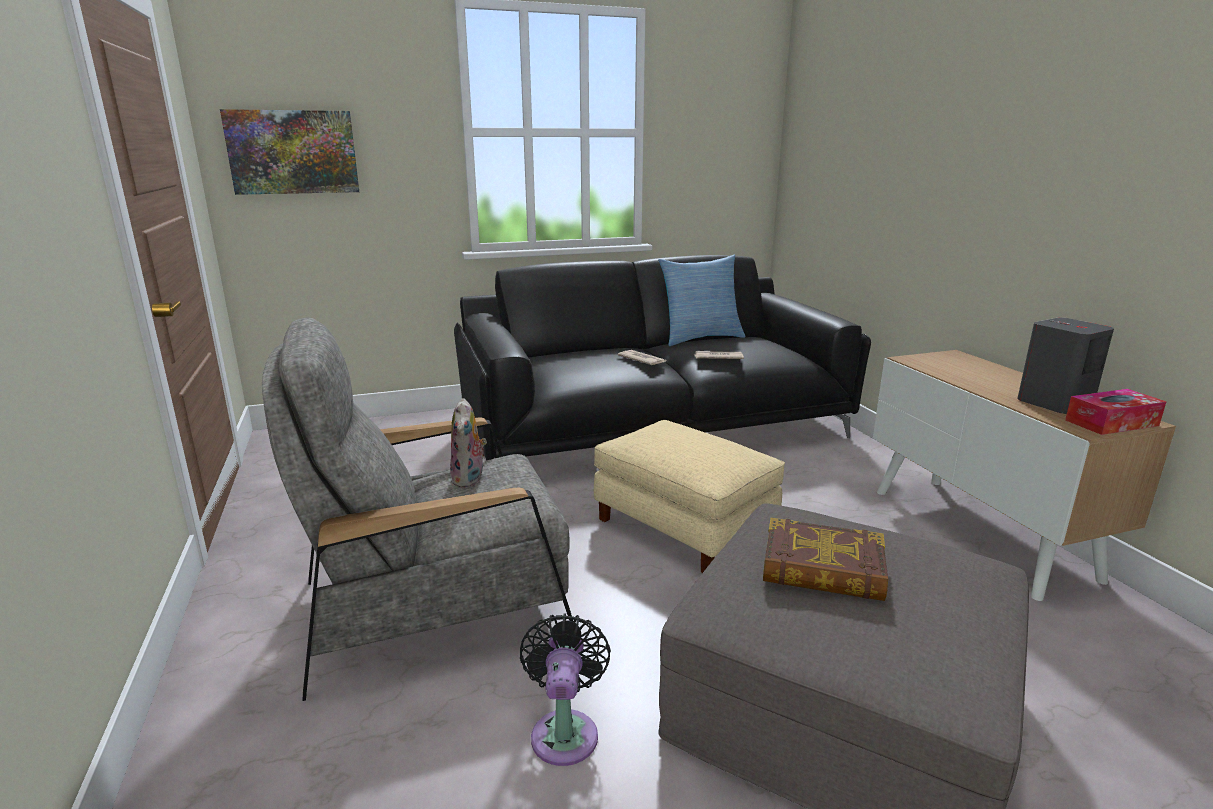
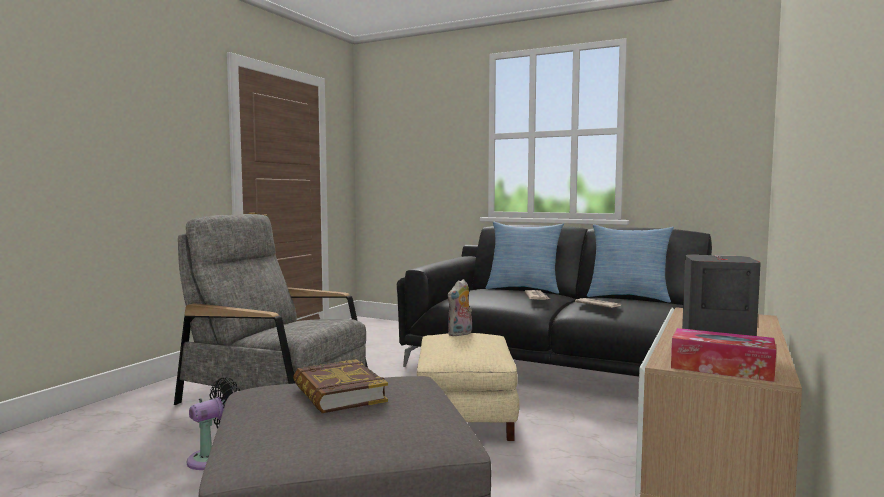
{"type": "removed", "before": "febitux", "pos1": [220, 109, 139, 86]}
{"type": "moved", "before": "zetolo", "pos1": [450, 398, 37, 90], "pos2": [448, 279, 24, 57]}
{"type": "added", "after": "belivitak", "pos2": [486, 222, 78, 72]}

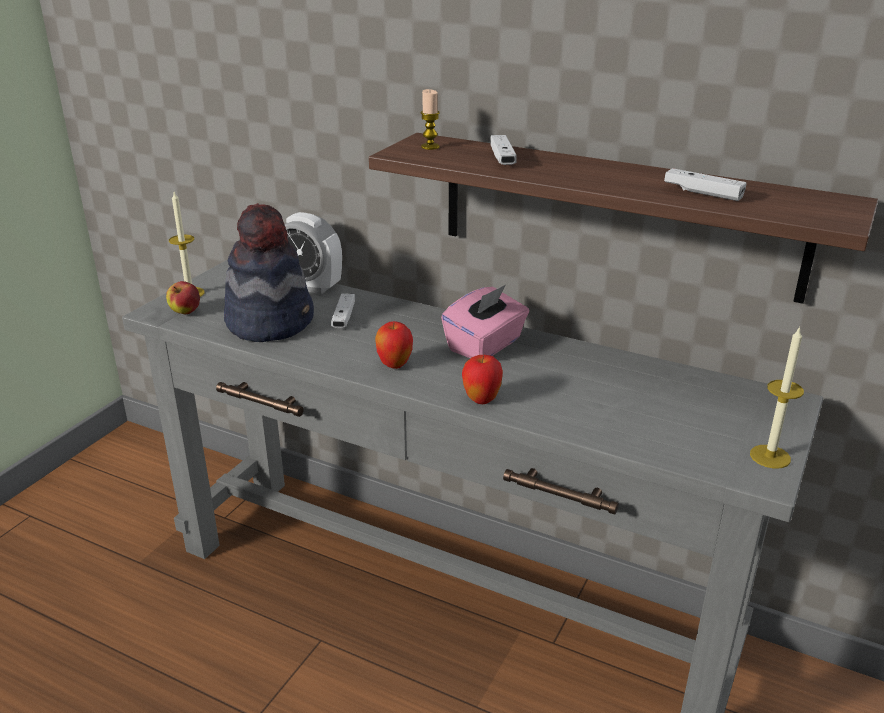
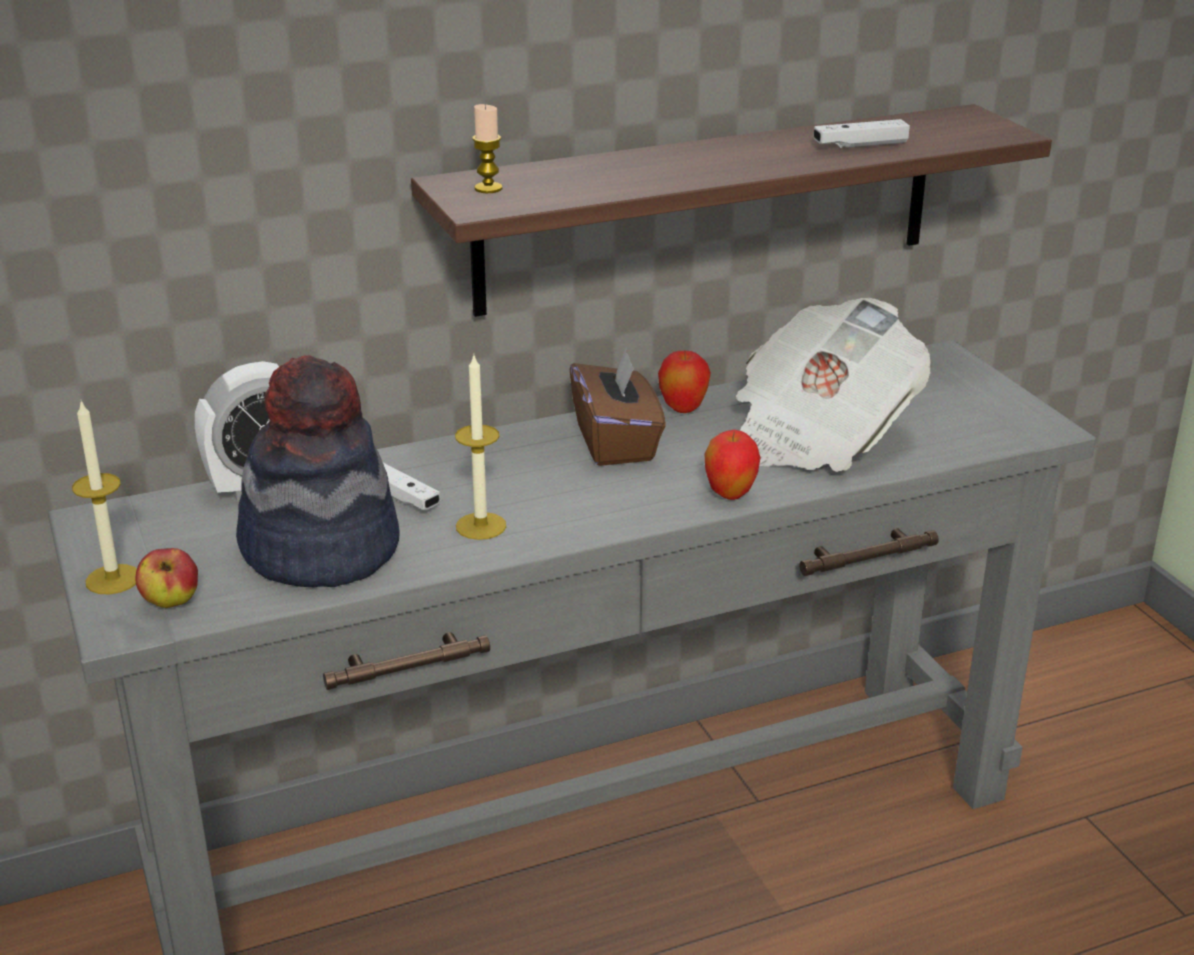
{"type": "moved", "before": "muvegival", "pos1": [375, 321, 38, 48], "pos2": [658, 351, 53, 62]}
{"type": "recoloured", "before": "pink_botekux", "after": "brown_botekux", "pos1": [441, 285, 88, 73], "pos2": [570, 349, 96, 117]}
{"type": "removed", "before": "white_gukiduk", "pos1": [490, 135, 26, 30]}
{"type": "moved", "before": "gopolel", "pos1": [750, 326, 54, 143], "pos2": [455, 356, 51, 184]}
{"type": "added", "after": "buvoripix", "pos2": [736, 298, 195, 174]}

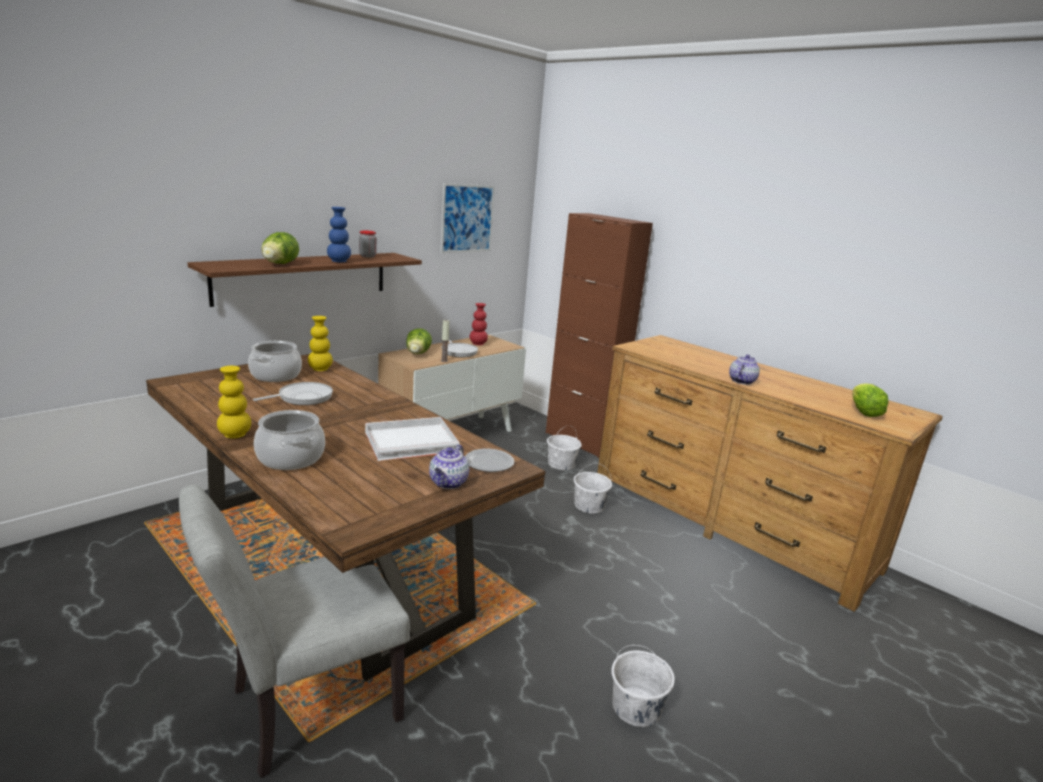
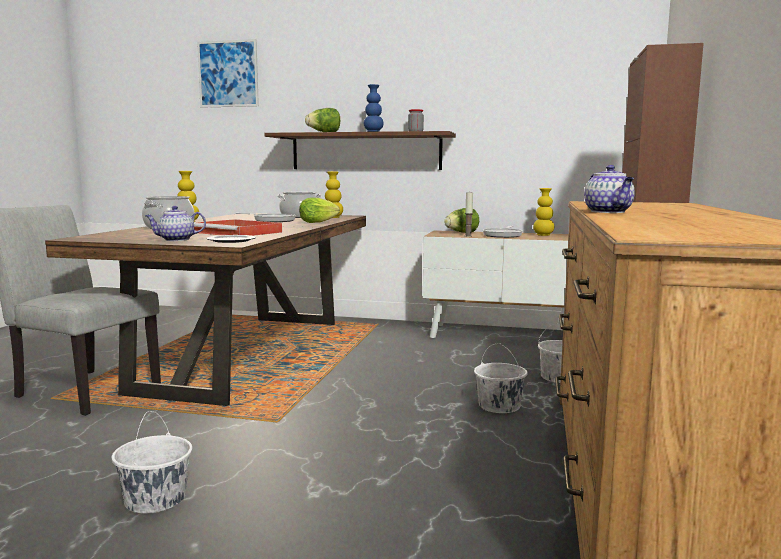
{"type": "recoloured", "before": "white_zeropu", "after": "red_zeropu", "pos1": [365, 417, 95, 44], "pos2": [194, 219, 88, 17]}
{"type": "moved", "before": "febitux", "pos1": [440, 183, 55, 70], "pos2": [197, 39, 62, 69]}
{"type": "recoloured", "before": "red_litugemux", "after": "yellow_litugemux", "pos1": [470, 303, 18, 42], "pos2": [533, 188, 21, 48]}
{"type": "turned", "before": "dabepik", "pos1": [729, 355, 31, 30], "pos2": [584, 165, 51, 48], "turn": 75}
{"type": "moved", "before": "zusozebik", "pos1": [852, 383, 36, 34], "pos2": [299, 197, 41, 26]}

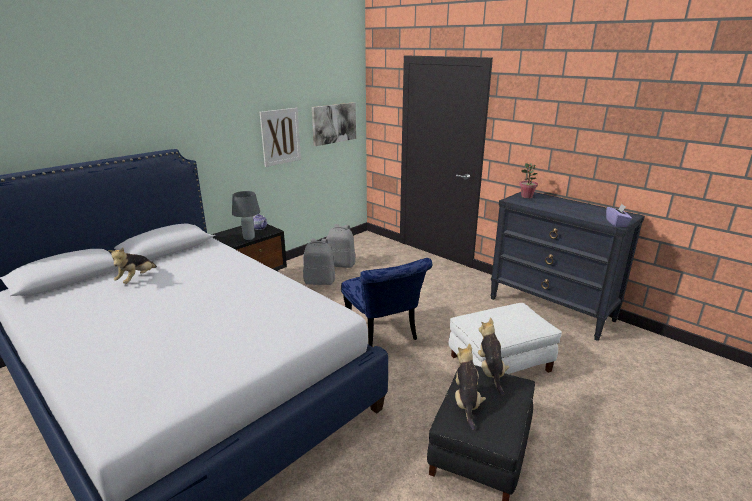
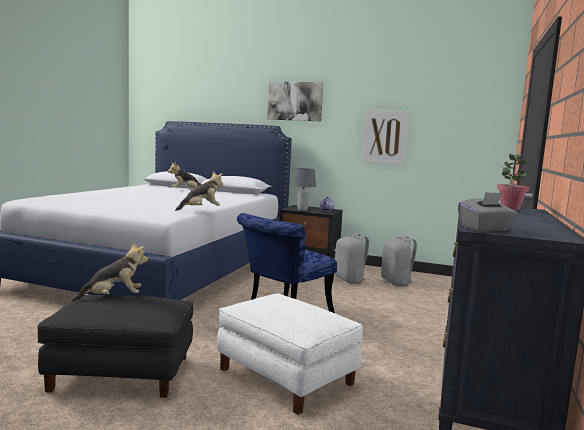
{"type": "moved", "before": "febitux", "pos1": [312, 102, 44, 44], "pos2": [267, 82, 57, 40]}
{"type": "moved", "before": "zetolo", "pos1": [478, 318, 32, 77], "pos2": [175, 171, 48, 40]}
{"type": "recoloured", "before": "purple_botekux", "after": "grey_botekux", "pos1": [606, 204, 26, 23], "pos2": [460, 192, 57, 40]}

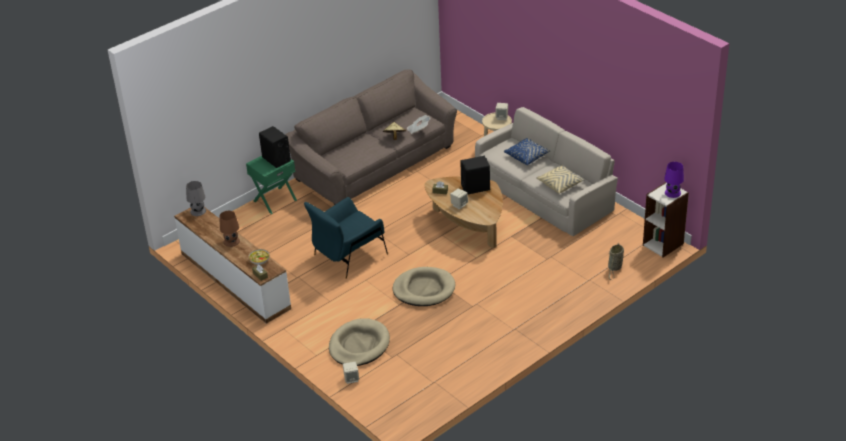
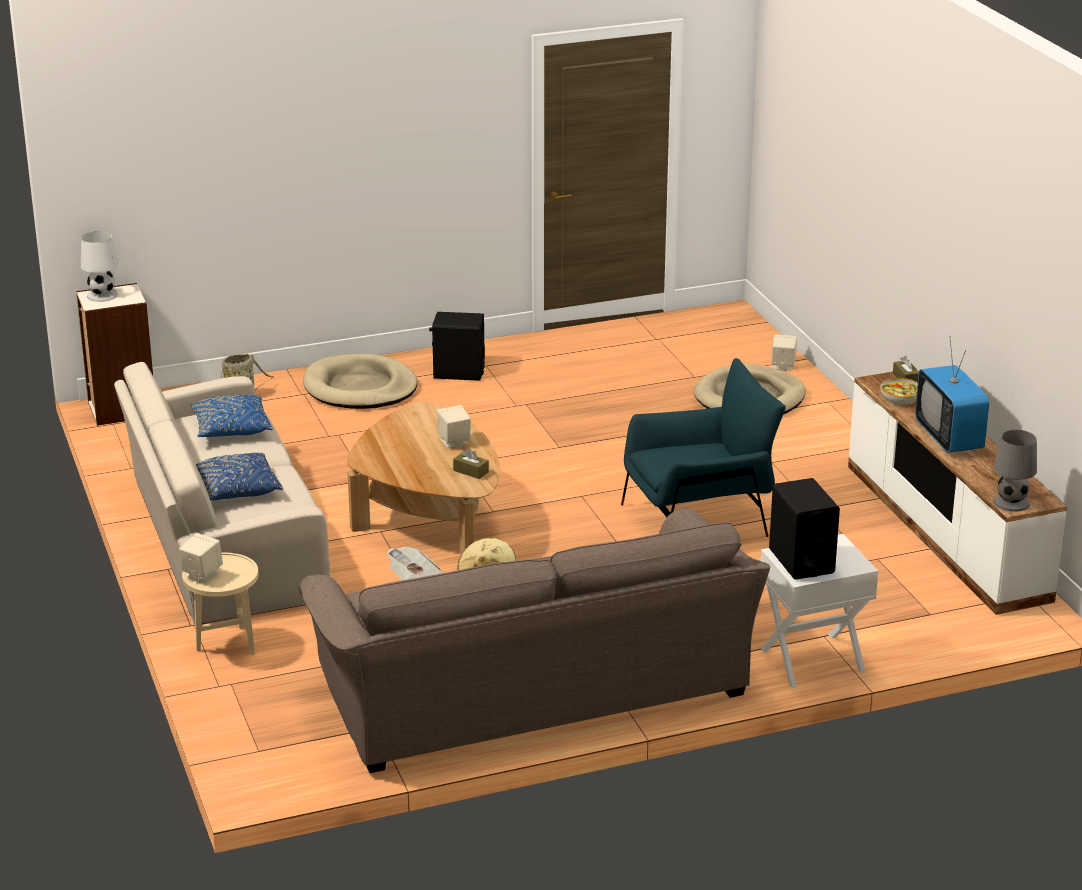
{"type": "replaced", "before": "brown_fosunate", "after": "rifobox", "pos1": [219, 211, 21, 36], "pos2": [915, 336, 74, 117]}
{"type": "recoloured", "before": "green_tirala", "after": "white_tirala", "pos1": [246, 156, 51, 58], "pos2": [761, 534, 117, 154]}
{"type": "moved", "before": "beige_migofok", "pos1": [393, 267, 63, 39], "pos2": [303, 354, 115, 55]}
{"type": "moved", "before": "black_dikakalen", "pos1": [460, 156, 30, 38], "pos2": [429, 312, 56, 69]}
{"type": "recoloured", "before": "beige_belivitak", "after": "blue_belivitak", "pos1": [536, 165, 49, 29], "pos2": [190, 395, 83, 42]}
{"type": "recoloured", "before": "purple_fosunate", "after": "white_fosunate", "pos1": [664, 162, 20, 36], "pos2": [81, 231, 37, 71]}

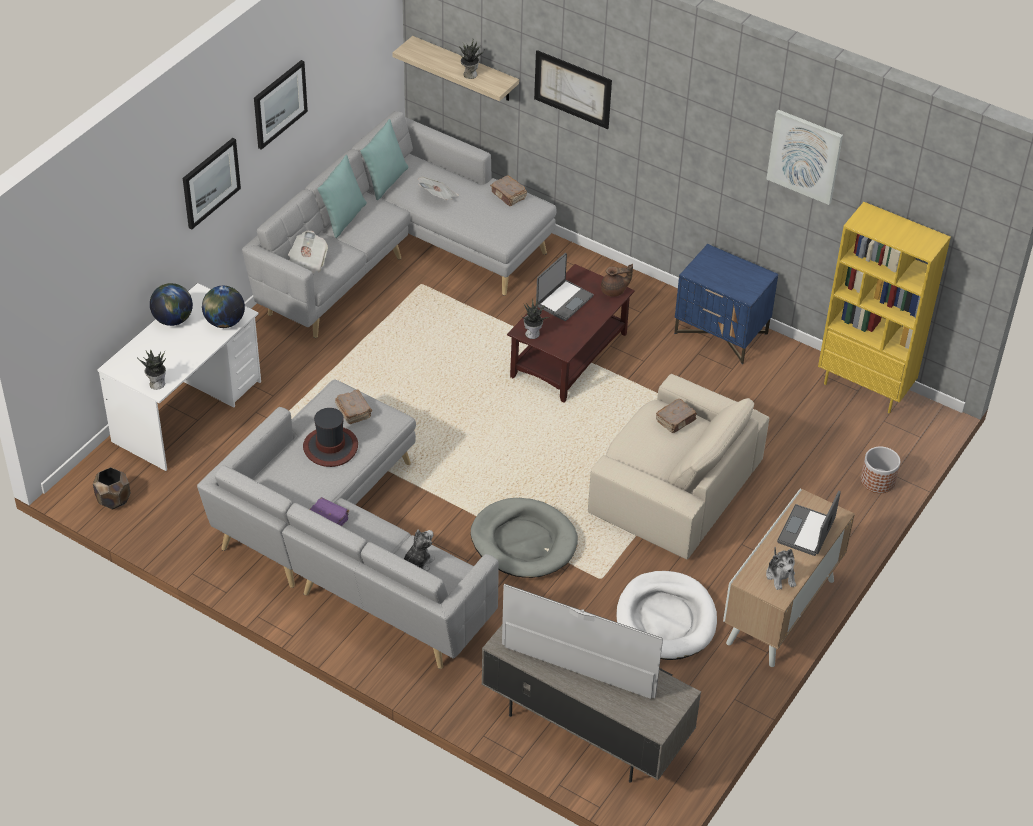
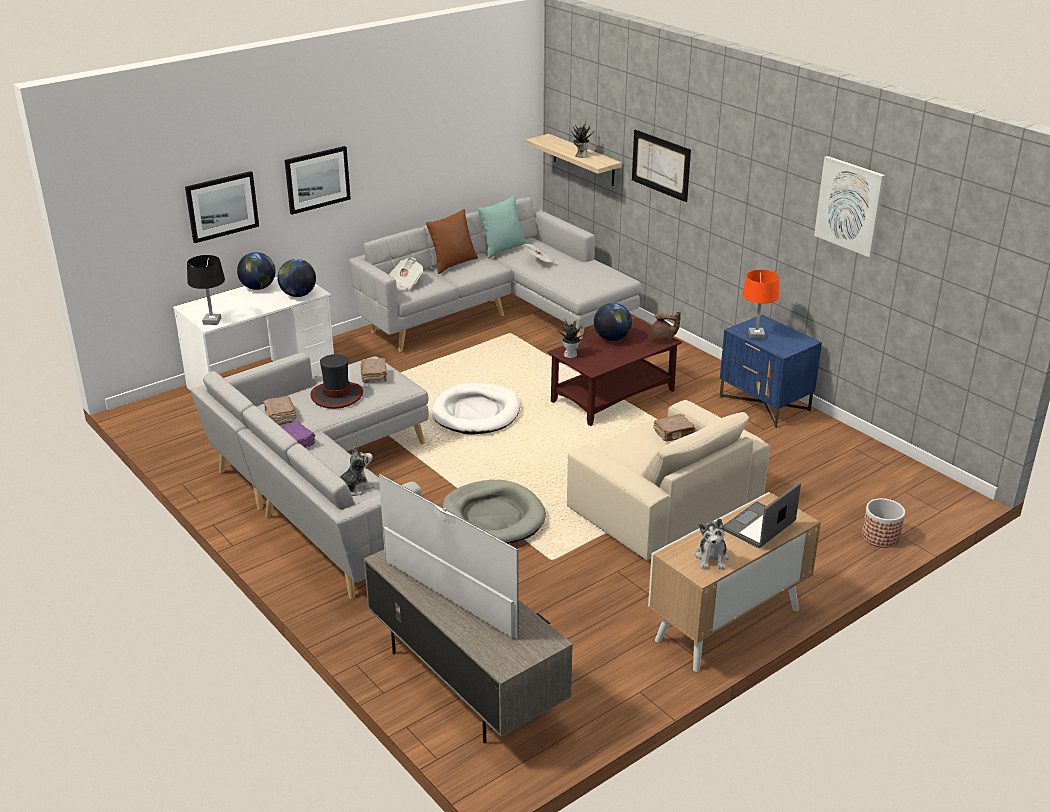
{"type": "removed", "before": "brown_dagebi", "pos1": [93, 467, 38, 43]}
{"type": "replaced", "before": "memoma", "after": "black_fosunate", "pos1": [138, 349, 28, 41], "pos2": [187, 255, 38, 70]}
{"type": "moved", "before": "febitux", "pos1": [254, 60, 54, 90], "pos2": [185, 171, 74, 72]}
{"type": "recoloured", "before": "turquoise_belivitak", "after": "brown_belivitak", "pos1": [318, 155, 49, 83], "pos2": [426, 209, 52, 65]}
{"type": "moved", "before": "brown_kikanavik", "pos1": [490, 175, 37, 31], "pos2": [263, 396, 34, 29]}
{"type": "replaced", "before": "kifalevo", "after": "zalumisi", "pos1": [536, 253, 58, 68], "pos2": [594, 303, 38, 38]}
{"type": "moved", "before": "white_migofok", "pos1": [616, 571, 101, 89], "pos2": [432, 383, 88, 52]}
{"type": "removed", "before": "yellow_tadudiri", "pos1": [818, 202, 133, 211]}
{"type": "added", "after": "orange_fosunate", "pos2": [742, 270, 37, 69]}

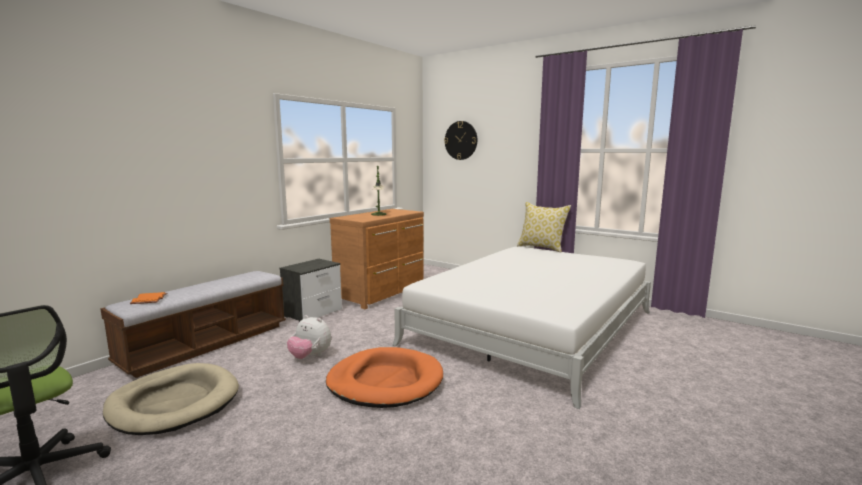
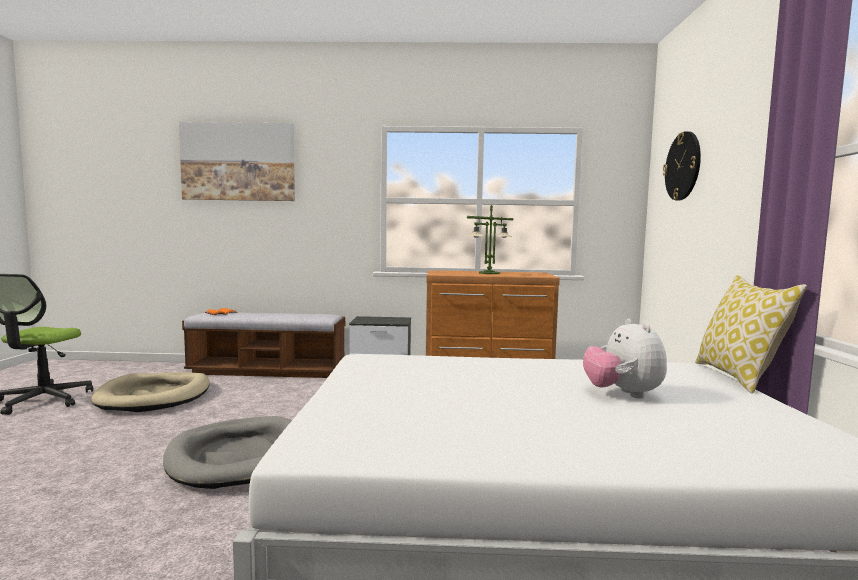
{"type": "moved", "before": "zetolo", "pos1": [287, 315, 44, 44], "pos2": [583, 319, 84, 79]}
{"type": "recoloured", "before": "orange_migofok", "after": "grey_migofok", "pos1": [326, 347, 117, 61], "pos2": [163, 416, 129, 73]}
{"type": "added", "after": "febitux", "pos2": [179, 122, 116, 79]}

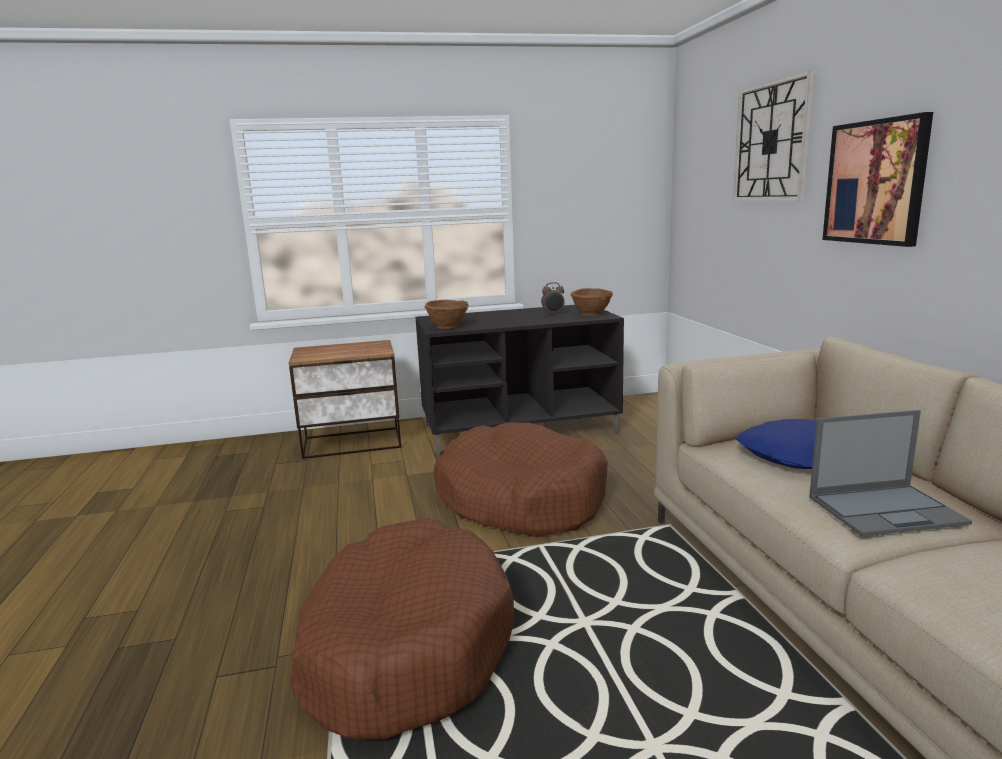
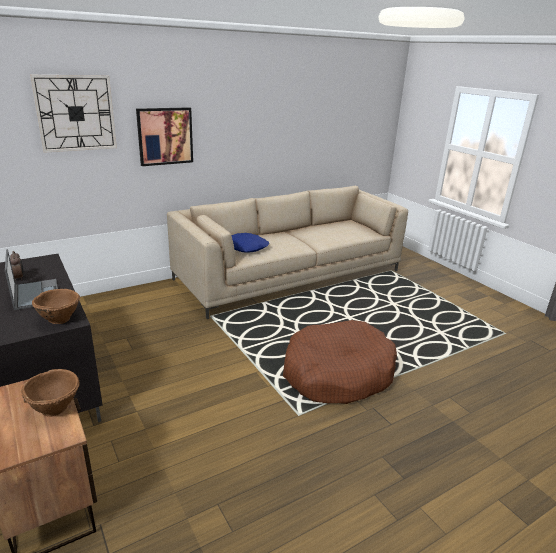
{"type": "removed", "before": "brown_migofok", "pos1": [434, 422, 174, 115]}
{"type": "moved", "before": "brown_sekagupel", "pos1": [571, 288, 42, 28], "pos2": [21, 369, 59, 48]}
{"type": "moved", "before": "kifalevo", "pos1": [809, 410, 163, 126], "pos2": [5, 249, 53, 61]}

